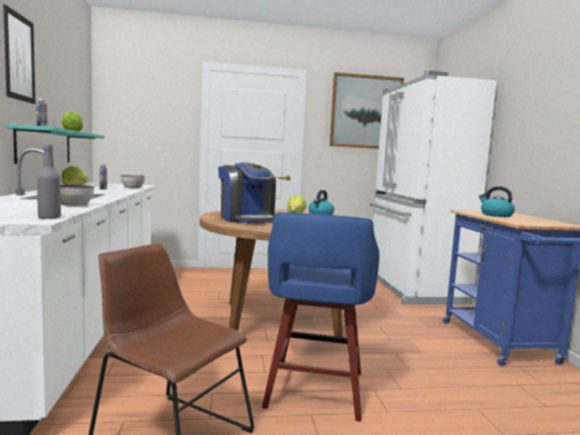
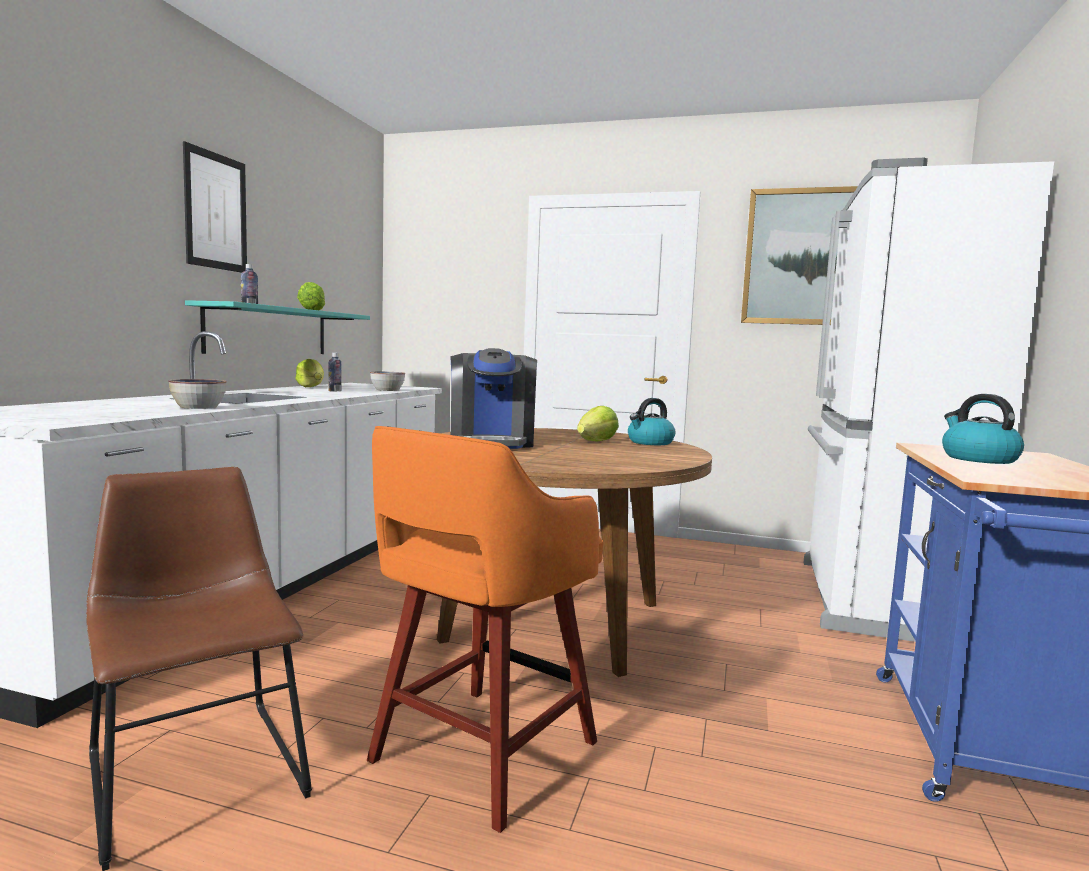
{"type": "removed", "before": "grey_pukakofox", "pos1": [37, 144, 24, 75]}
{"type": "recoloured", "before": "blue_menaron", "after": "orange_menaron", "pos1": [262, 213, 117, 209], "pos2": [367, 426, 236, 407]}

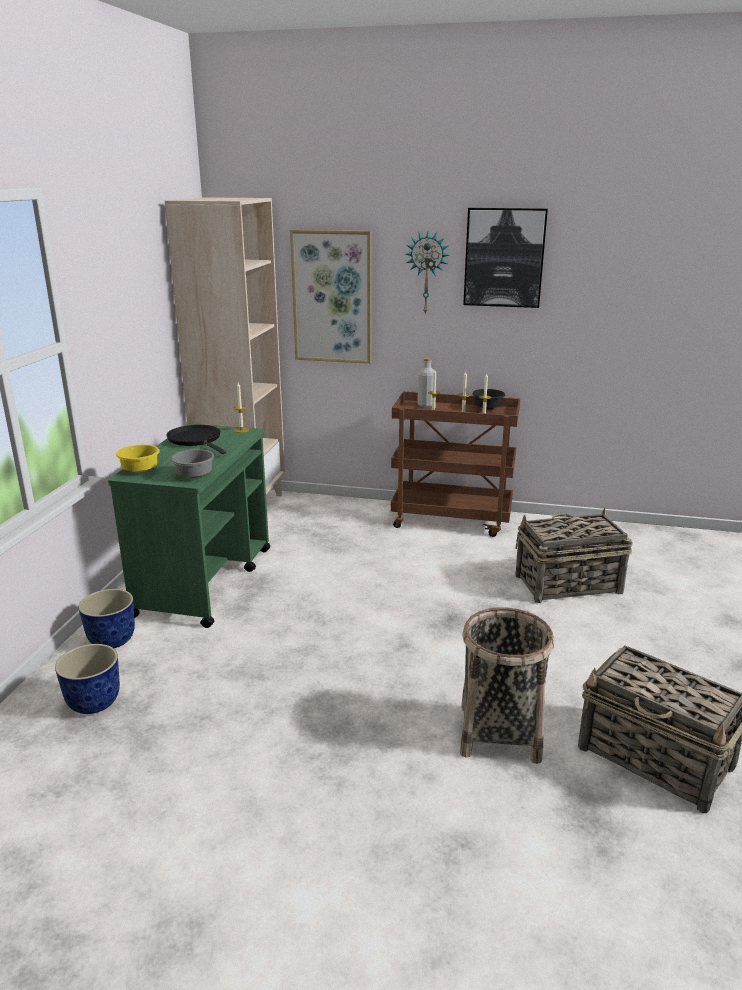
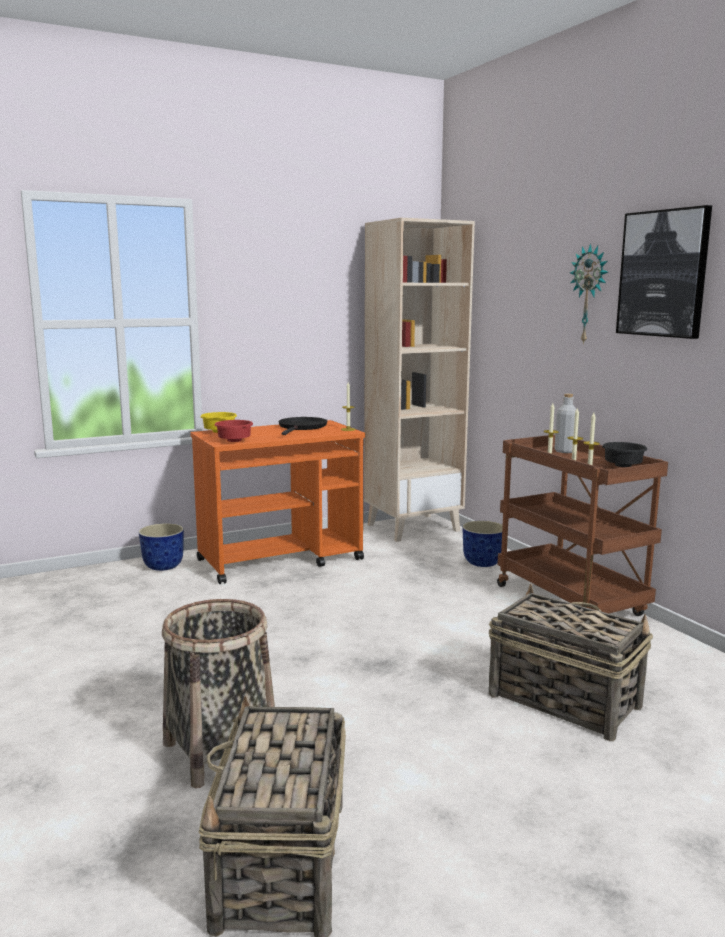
{"type": "moved", "before": "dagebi", "pos1": [55, 644, 65, 70], "pos2": [462, 521, 41, 46]}
{"type": "recoloured", "before": "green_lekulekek", "after": "orange_lekulekek", "pos1": [108, 424, 162, 204], "pos2": [190, 420, 175, 164]}
{"type": "recoloured", "before": "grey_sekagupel", "after": "red_sekagupel", "pos1": [171, 449, 43, 29], "pos2": [215, 420, 38, 22]}
{"type": "removed", "before": "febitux", "pos1": [290, 230, 81, 134]}

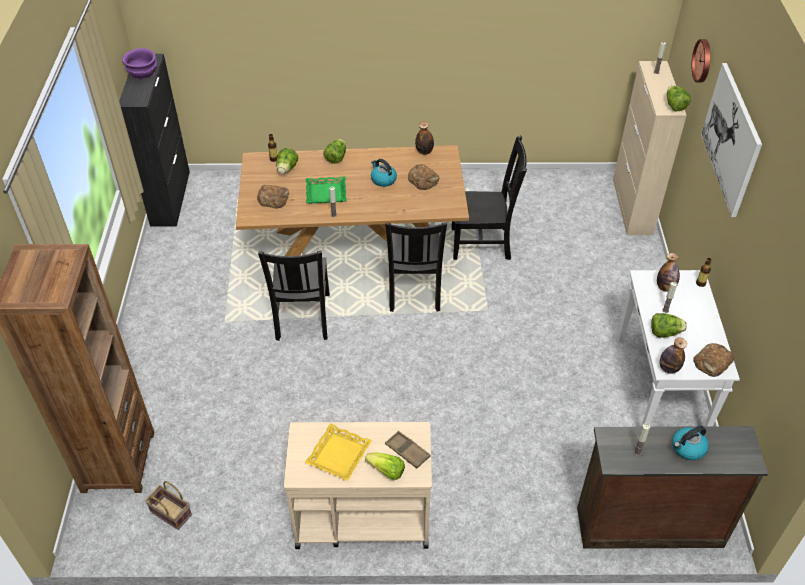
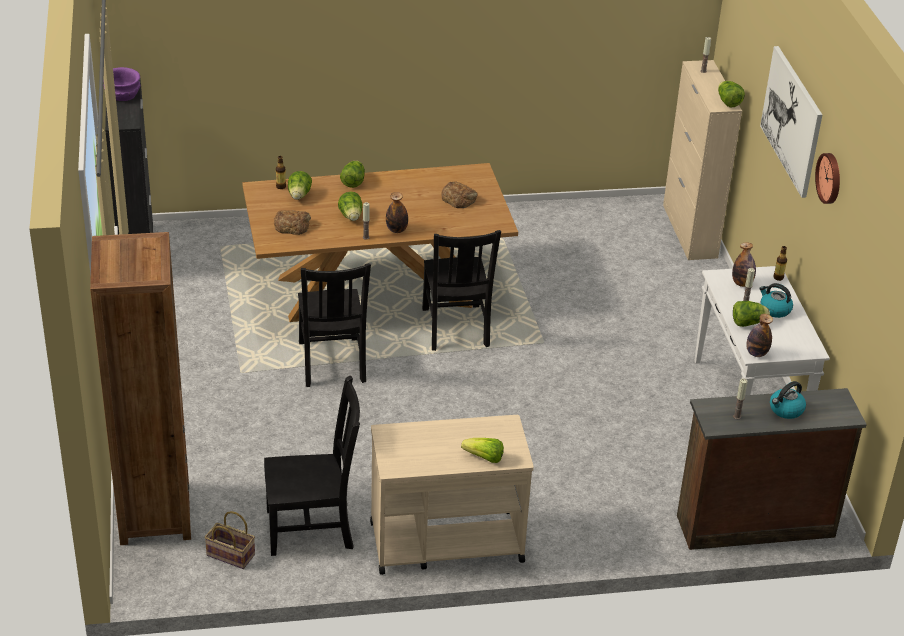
{"type": "removed", "before": "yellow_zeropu", "pos1": [305, 423, 67, 58]}
{"type": "replaced", "before": "green_zeropu", "after": "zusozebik", "pos1": [306, 176, 41, 28], "pos2": [338, 192, 25, 29]}
{"type": "moved", "before": "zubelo", "pos1": [371, 159, 26, 28], "pos2": [759, 283, 34, 35]}
{"type": "removed", "before": "brown_zeropu", "pos1": [385, 431, 46, 37]}
{"type": "moved", "before": "pukakofox", "pos1": [415, 121, 19, 34], "pos2": [386, 192, 22, 41]}
{"type": "moved", "before": "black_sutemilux", "pos1": [451, 135, 76, 125], "pos2": [264, 376, 96, 180]}
{"type": "moved", "before": "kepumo", "pos1": [692, 39, 19, 44], "pos2": [815, 153, 25, 51]}
{"type": "removed", "before": "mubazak", "pos1": [693, 343, 41, 34]}

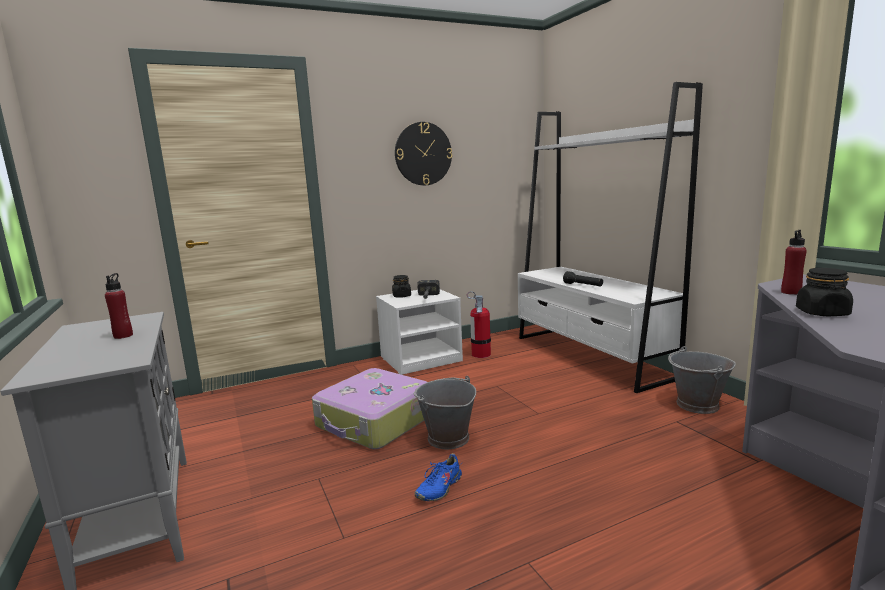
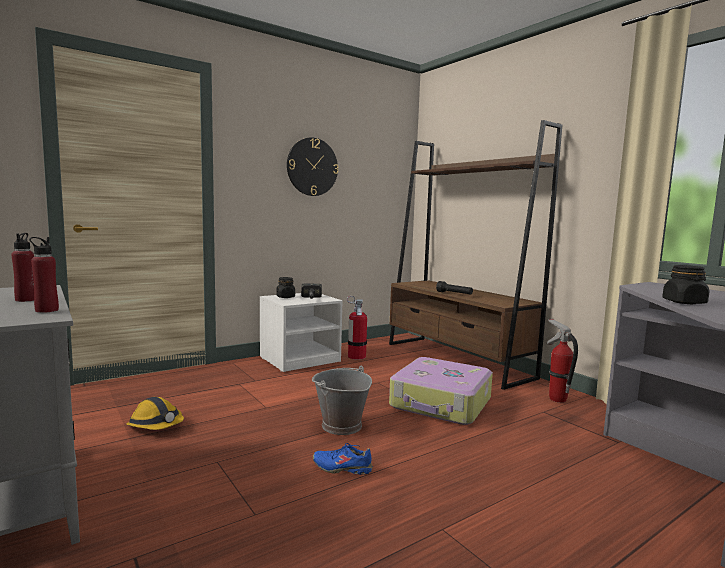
{"type": "moved", "before": "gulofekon", "pos1": [312, 368, 115, 81], "pos2": [389, 357, 104, 68]}
{"type": "turned", "before": "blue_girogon", "pos1": [415, 453, 48, 48], "pos2": [313, 443, 60, 32], "turn": 75}
{"type": "recoloured", "before": "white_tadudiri", "after": "brown_tadudiri", "pos1": [518, 82, 185, 311], "pos2": [389, 120, 173, 270]}
{"type": "replaced", "before": "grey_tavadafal", "after": "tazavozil", "pos1": [668, 346, 68, 68], "pos2": [547, 319, 31, 84]}
{"type": "moved", "before": "red_pukakofox", "pos1": [781, 230, 26, 65], "pos2": [29, 237, 30, 76]}
{"type": "added", "after": "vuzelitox", "pos2": [126, 397, 58, 33]}

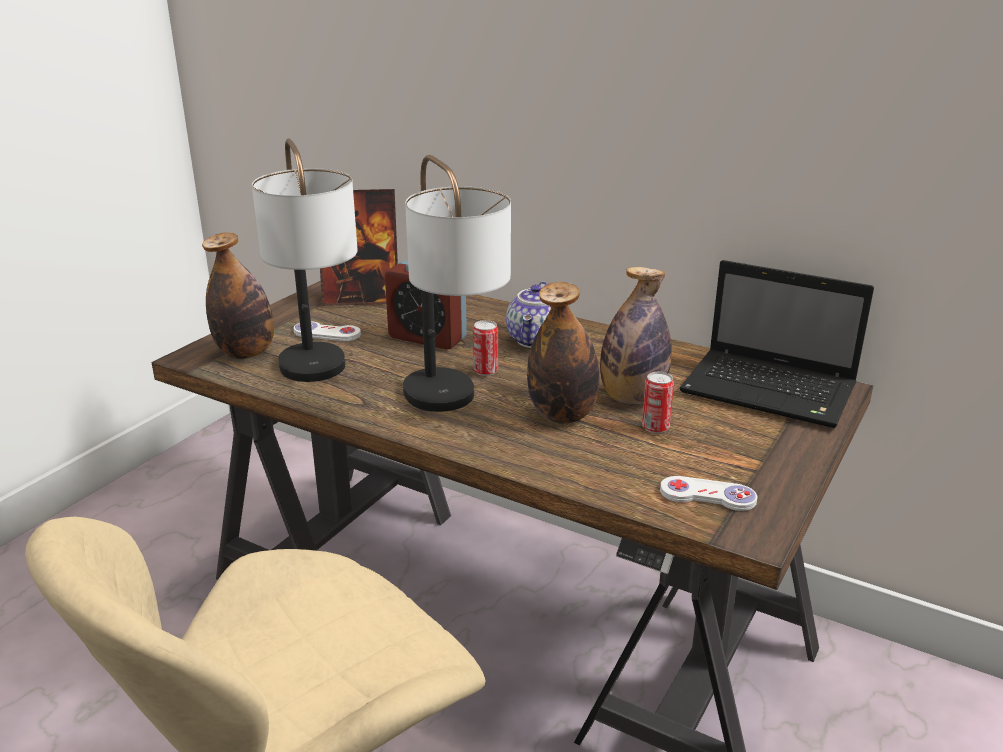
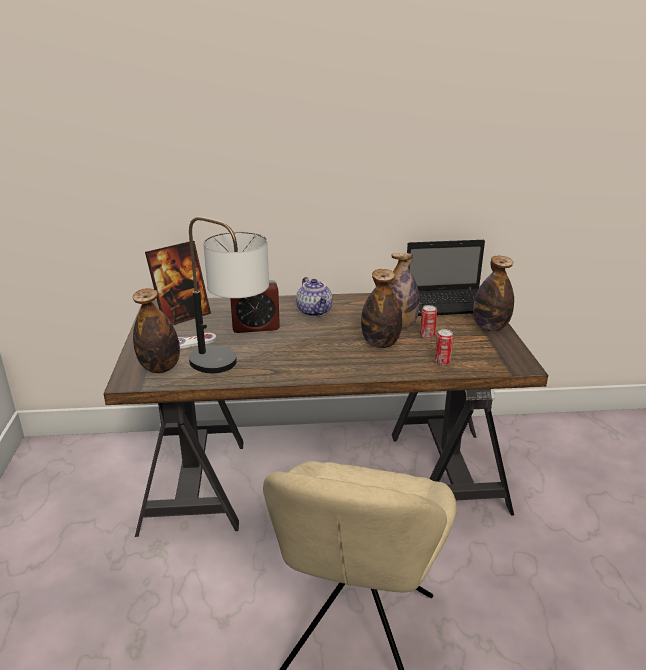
{"type": "removed", "before": "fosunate", "pos1": [403, 155, 108, 257]}
{"type": "moved", "before": "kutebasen", "pos1": [473, 320, 25, 56], "pos2": [435, 329, 19, 36]}
{"type": "removed", "before": "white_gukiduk", "pos1": [660, 476, 97, 35]}
{"type": "added", "after": "pukakofox", "pos2": [473, 256, 41, 75]}

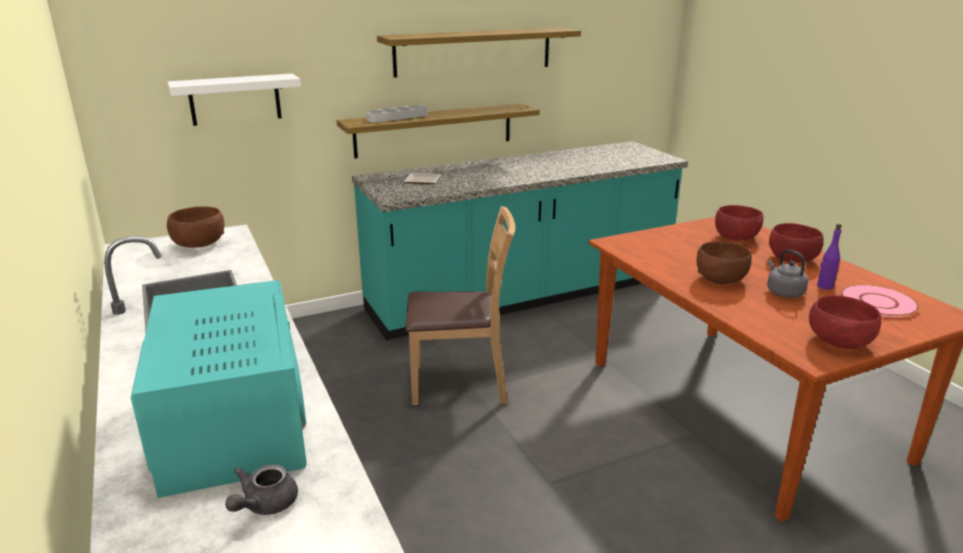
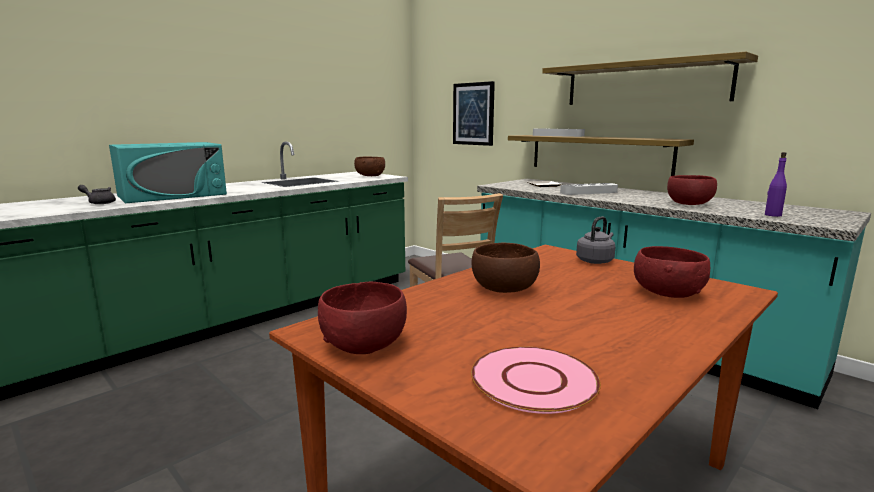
{"type": "replaced", "before": "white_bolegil", "after": "febitux", "pos1": [167, 74, 134, 52], "pos2": [453, 81, 42, 65]}
{"type": "moved", "before": "grey_zubelo", "pos1": [767, 250, 41, 48], "pos2": [576, 216, 40, 48]}
{"type": "moved", "before": "red_sekagupel", "pos1": [769, 223, 55, 40], "pos2": [667, 175, 50, 30]}
{"type": "moved", "before": "purple_pukakofox", "pos1": [817, 224, 25, 66], "pos2": [765, 152, 22, 65]}
{"type": "added", "after": "grey_zeropu", "pos2": [560, 183, 58, 12]}

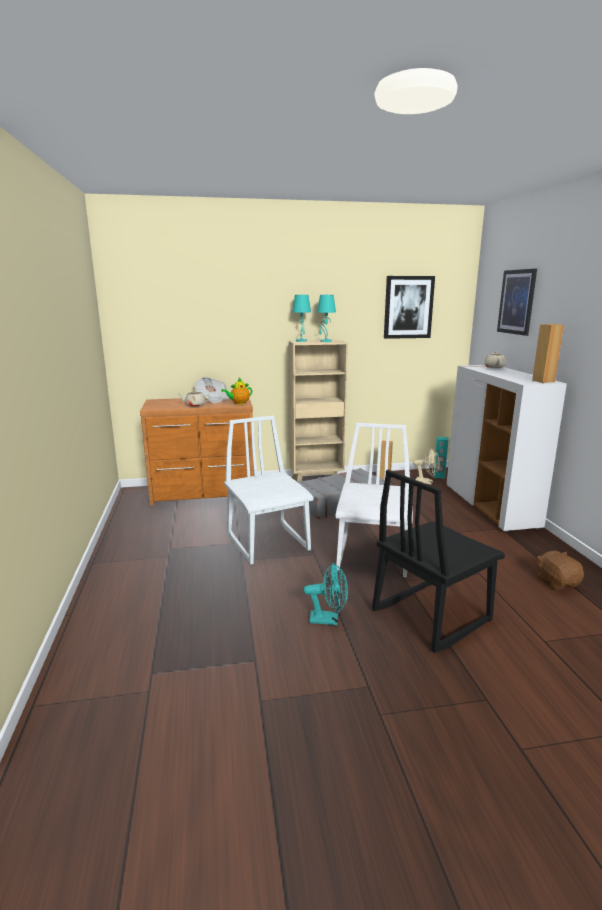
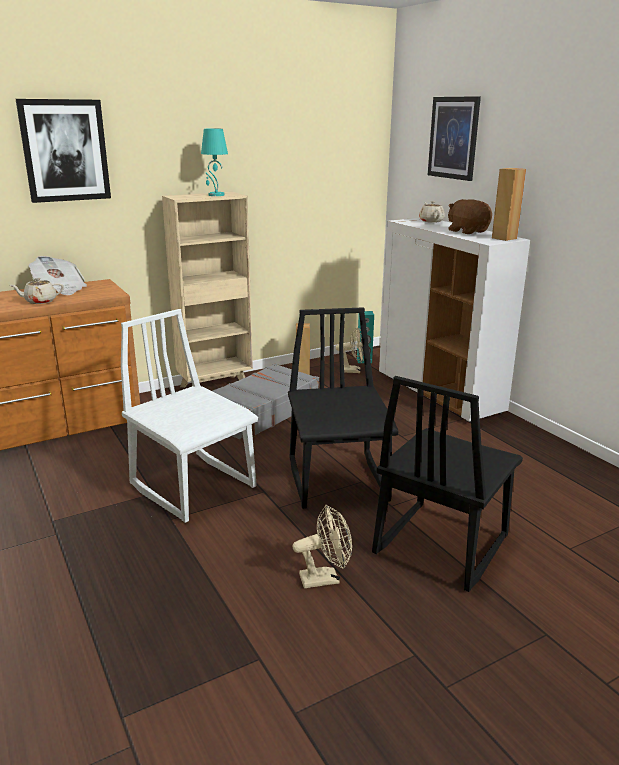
{"type": "removed", "before": "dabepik", "pos1": [221, 378, 31, 27]}
{"type": "removed", "before": "turquoise_fosunate", "pos1": [292, 295, 19, 47]}
{"type": "recoloured", "before": "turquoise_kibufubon", "after": "beige_kibufubon", "pos1": [304, 563, 44, 62], "pos2": [292, 505, 60, 83]}
{"type": "recoloured", "before": "white_sutemilux", "after": "black_sutemilux", "pos1": [335, 423, 78, 155], "pos2": [288, 307, 111, 202]}
{"type": "moved", "before": "febitux", "pos1": [384, 276, 51, 63], "pos2": [16, 99, 95, 104]}
{"type": "moved", "before": "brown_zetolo", "pos1": [537, 551, 47, 39], "pos2": [448, 199, 44, 35]}

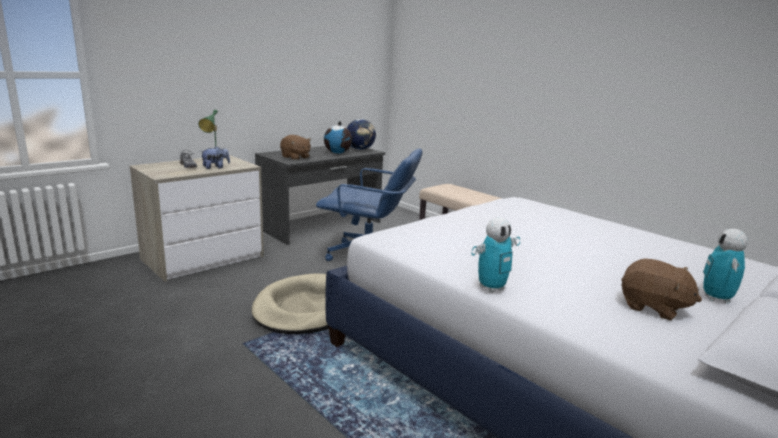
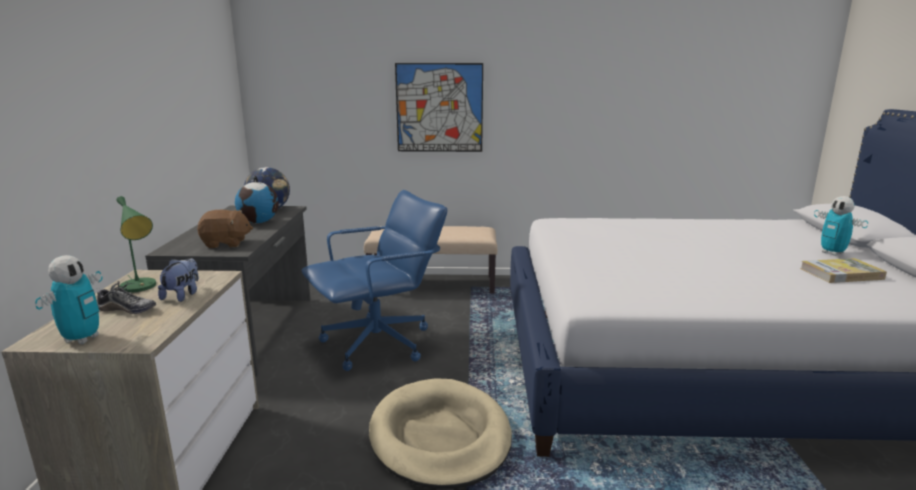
{"type": "moved", "before": "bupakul", "pos1": [471, 217, 49, 76], "pos2": [35, 255, 68, 89]}
{"type": "replaced", "before": "brown_zetolo", "after": "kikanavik", "pos1": [621, 258, 81, 62], "pos2": [800, 258, 87, 25]}
{"type": "added", "after": "febitux", "pos2": [395, 63, 88, 89]}

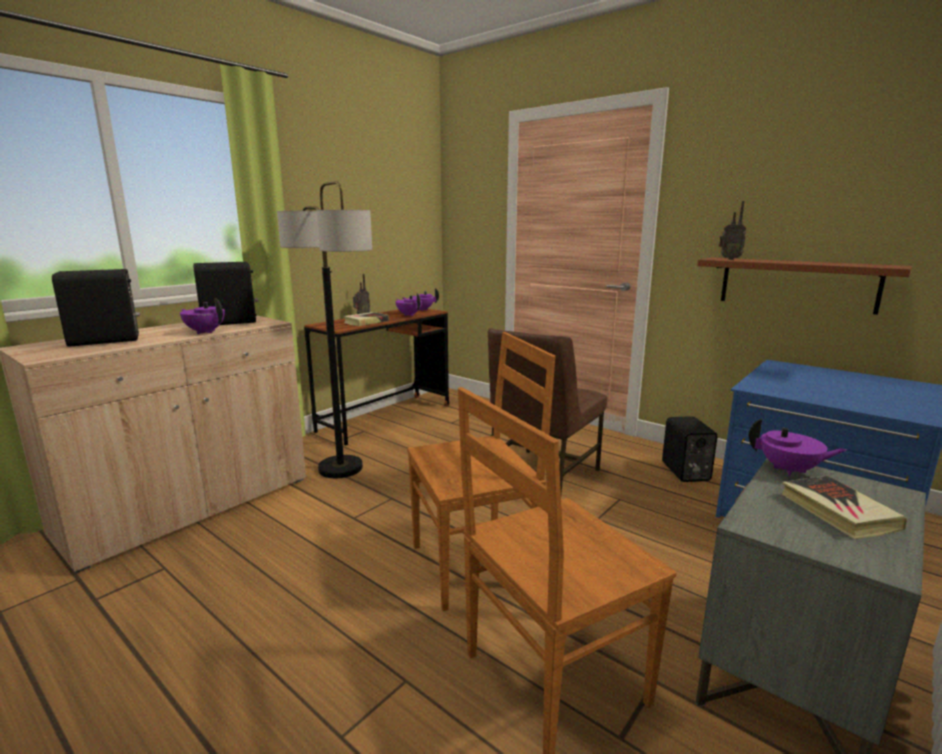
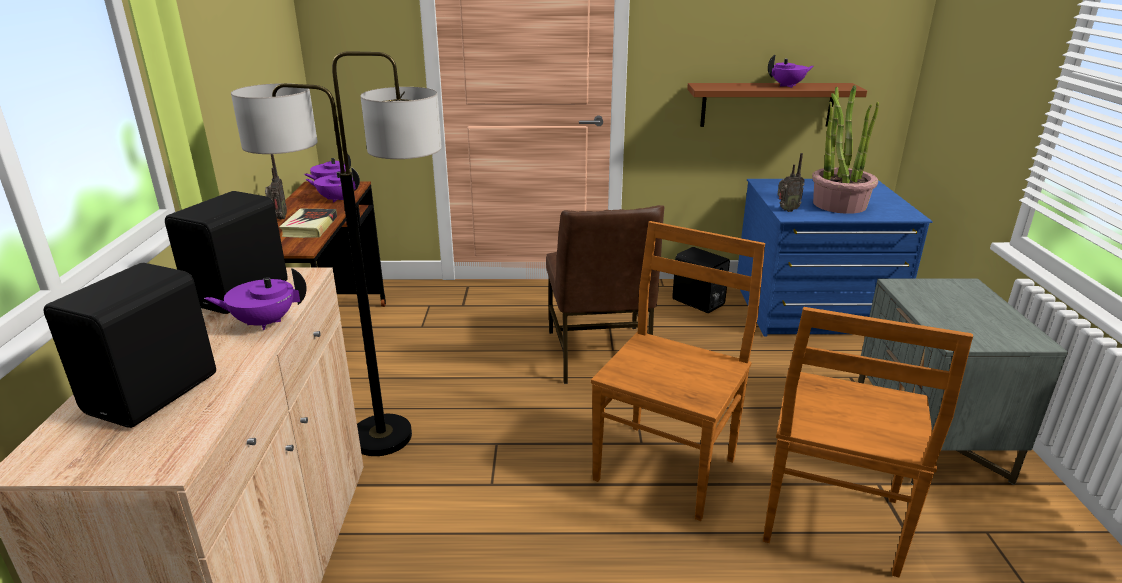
{"type": "moved", "before": "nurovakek", "pos1": [719, 201, 27, 59], "pos2": [777, 153, 27, 59]}
{"type": "moved", "before": "purple_dabepik", "pos1": [749, 418, 97, 58], "pos2": [768, 55, 46, 33]}
{"type": "removed", "before": "kikanavik", "pos1": [782, 476, 125, 63]}
{"type": "added", "after": "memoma", "pos2": [812, 85, 67, 129]}

